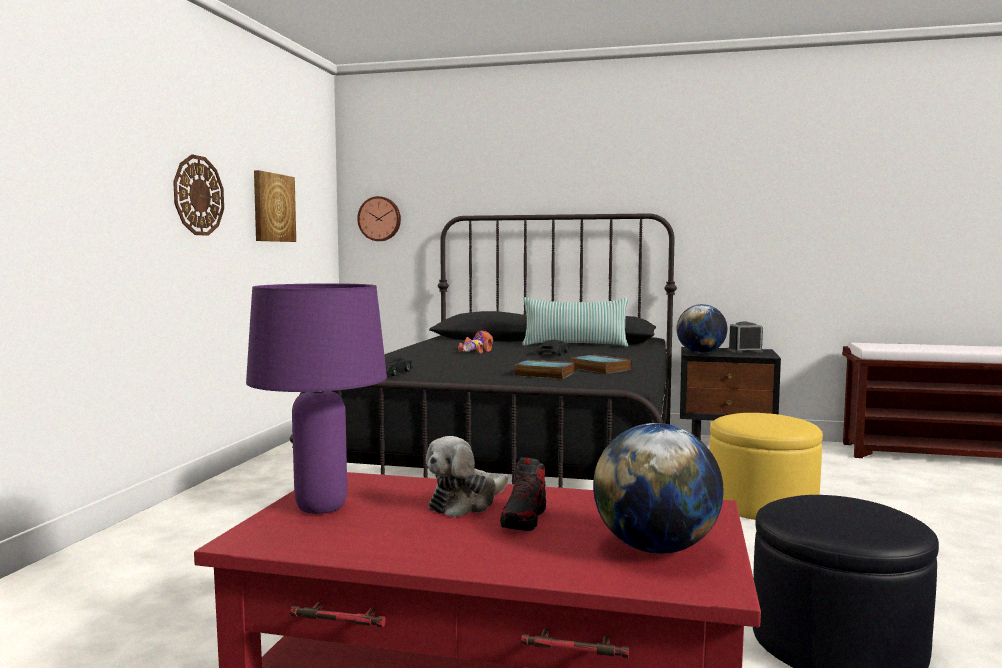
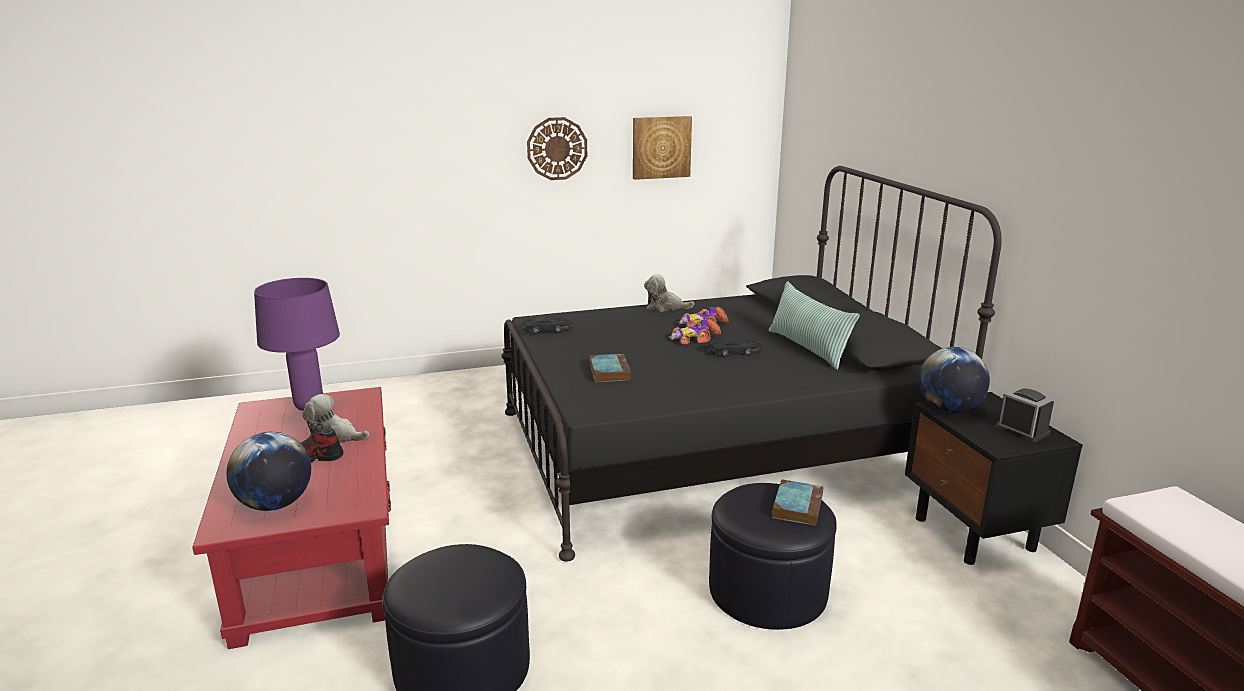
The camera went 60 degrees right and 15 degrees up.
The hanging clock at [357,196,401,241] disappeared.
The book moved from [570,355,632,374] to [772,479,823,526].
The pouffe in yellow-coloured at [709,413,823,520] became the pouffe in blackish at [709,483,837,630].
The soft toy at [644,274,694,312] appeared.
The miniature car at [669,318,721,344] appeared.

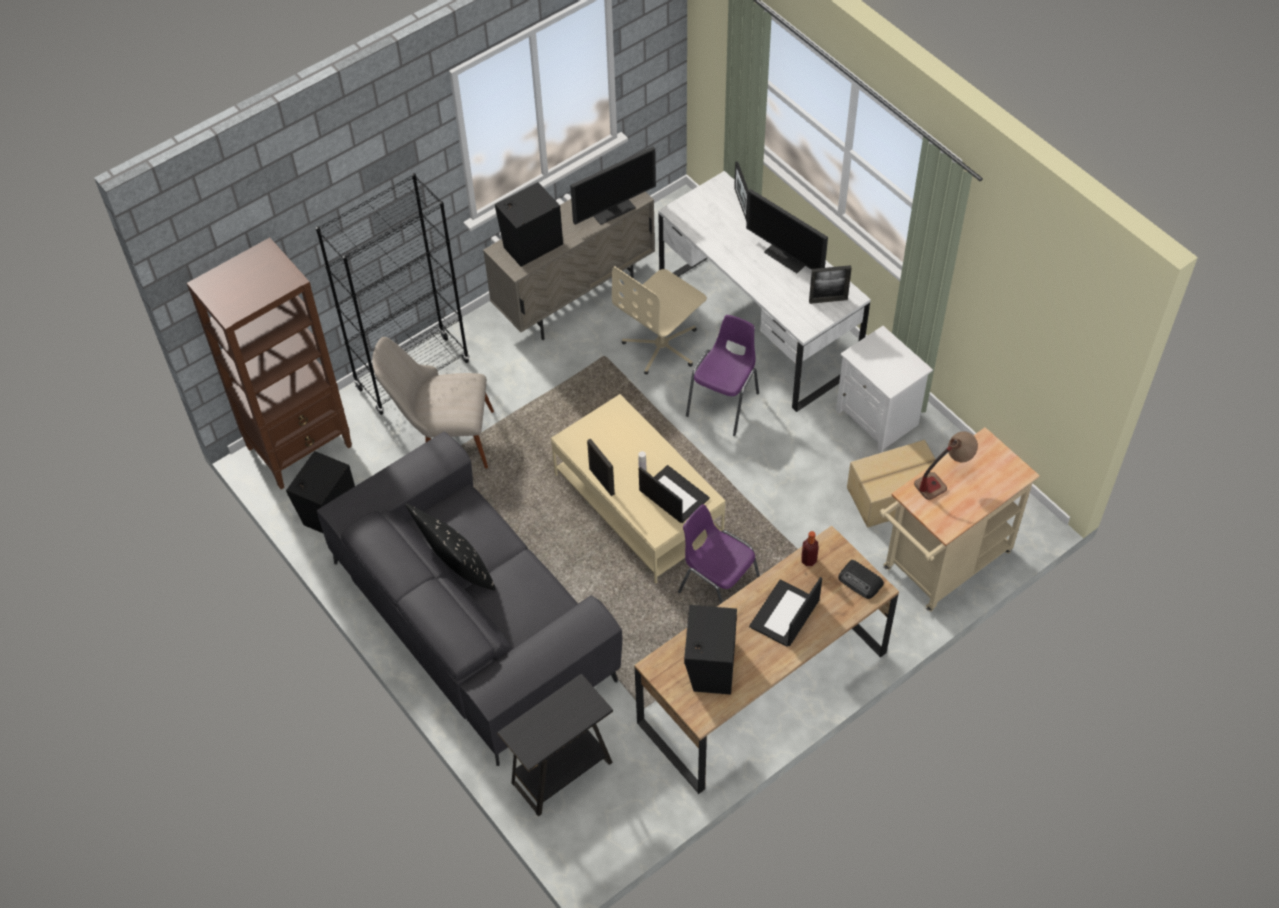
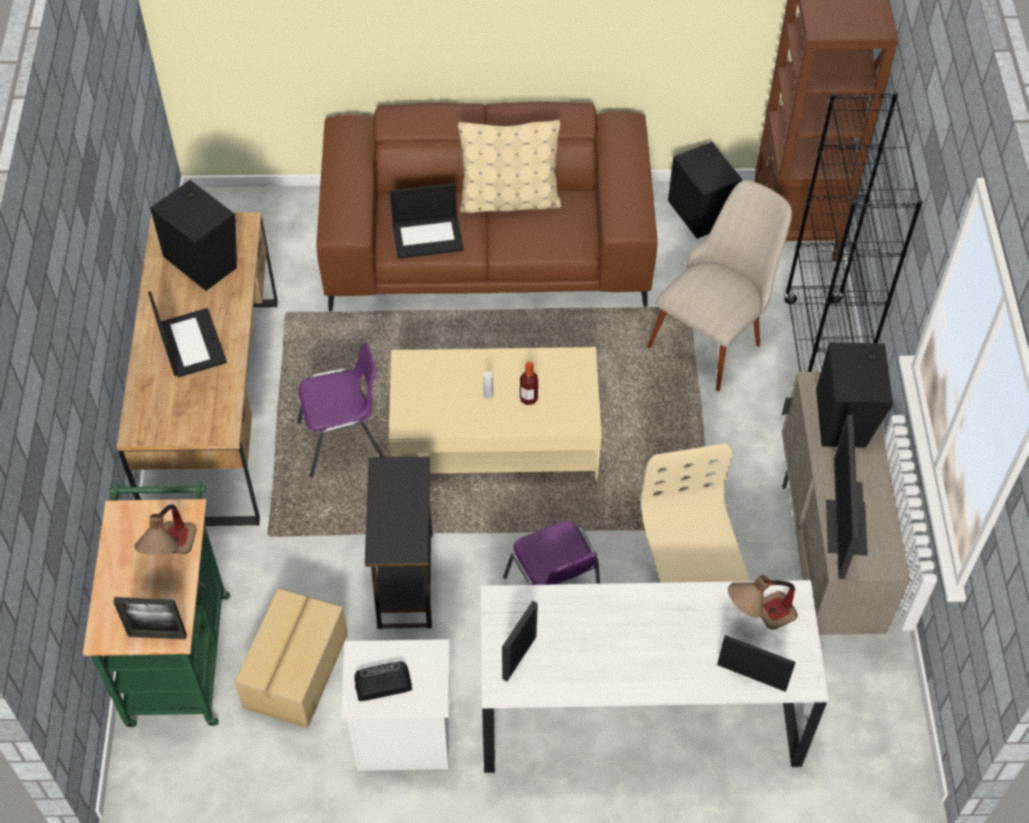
The camera went 125 degrees right and 0 degrees up.
The sofa in grey at [317,432,622,766] became the sofa in brown at [316,102,658,312].
The cushion in blackish at [405,504,496,590] became the cushion in beige-coloured at [458,120,561,213].
The accent table in blackish moved from [497,673,613,816] to [365,456,433,629].
The standing frame moved from [587,438,615,496] to [113,597,187,639].
The portable computer moved from [639,465,710,523] to [390,183,464,259].
The monitor at [746,189,828,273] disappeared.
The bottle moved from [801,531,819,566] to [520,362,538,405].
The radio receiver moved from [838,560,884,599] to [355,661,412,701].
The cart in beige-coloured at [880,427,1040,611] became the cart in greenish at [83,482,230,727].
The lamp for a table at [728,575,798,630] appeared.

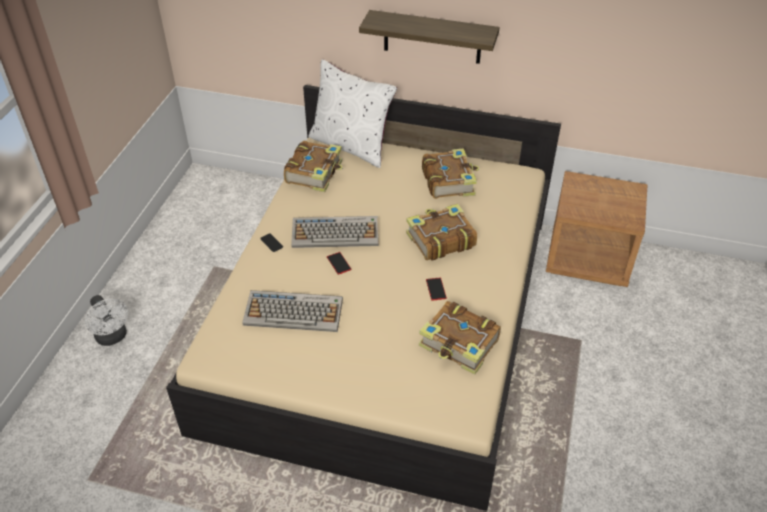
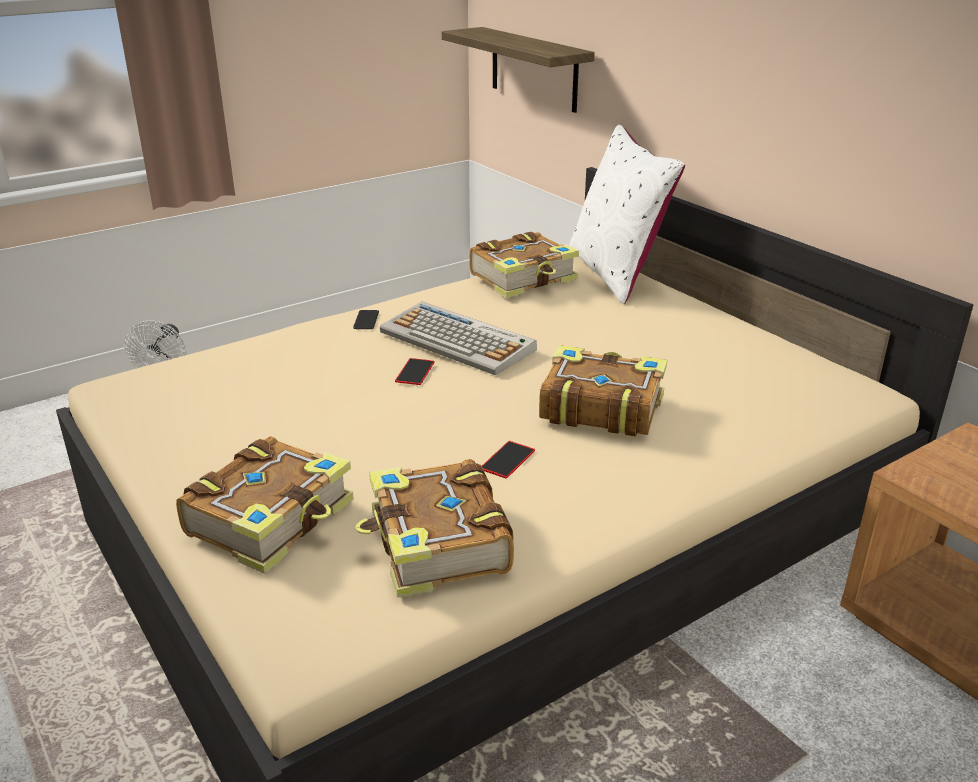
The camera went 40 degrees right and 15 degrees down.
The PC keyboard at [242,290,343,332] disappeared.
The shelf moved from [359,10,500,64] to [442,27,595,113].
The book moved from [422,148,479,199] to [176,436,354,574].

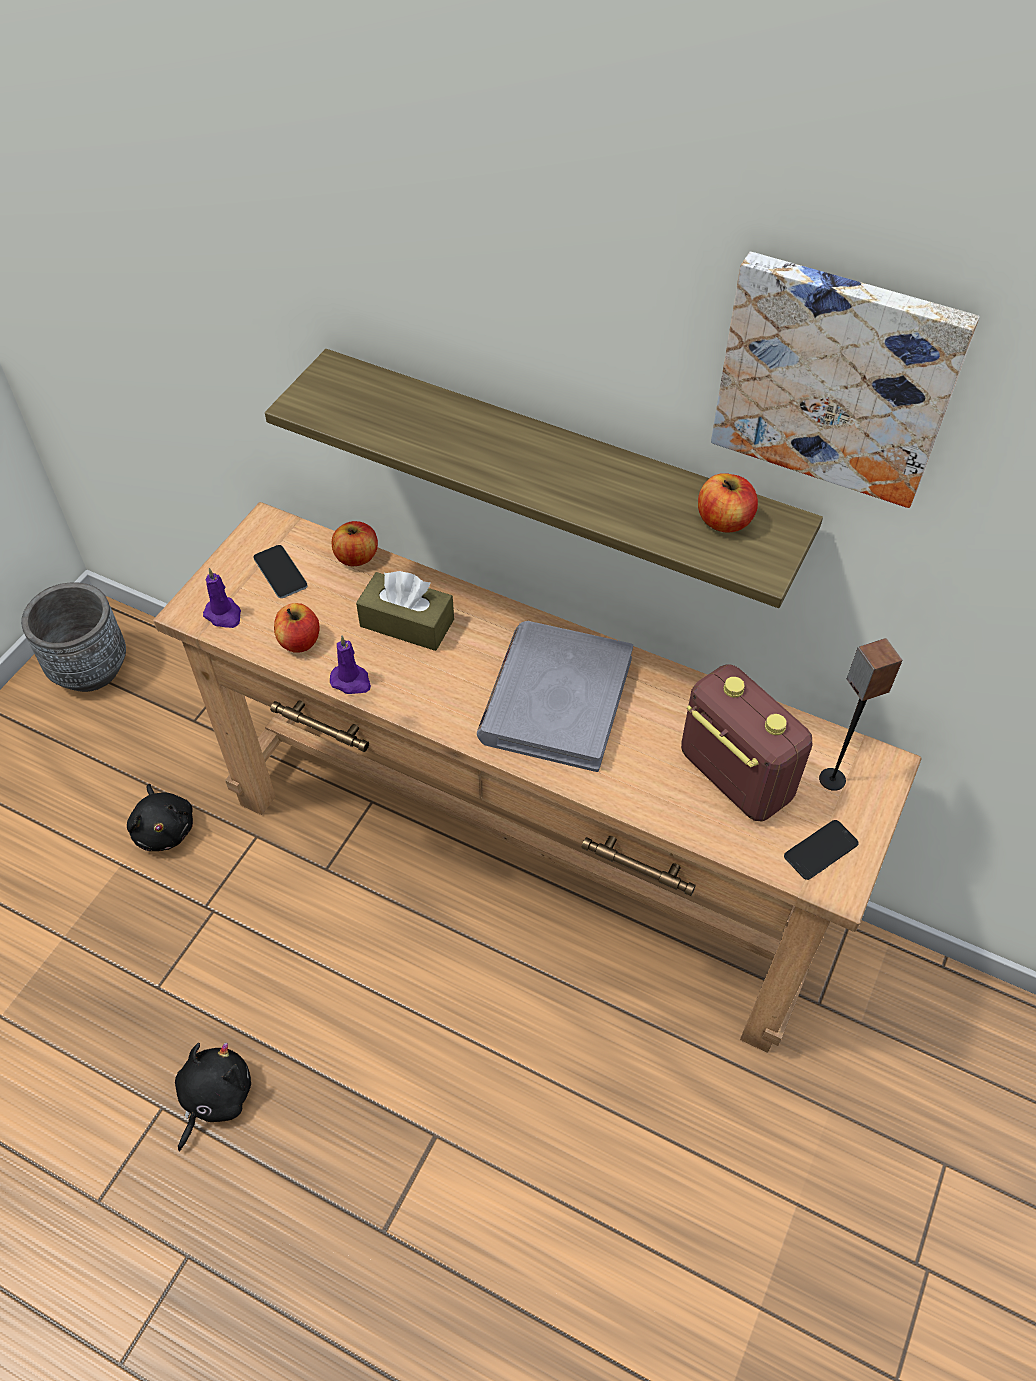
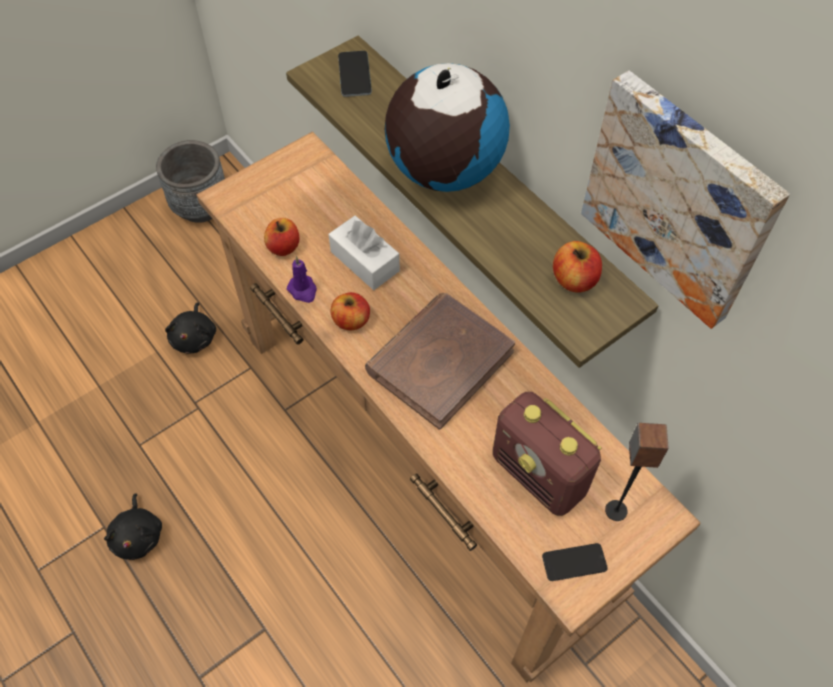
The camera went 25 degrees right and 5 degrees up.
The soft toy in blackish at [175,1042,251,1151] turned 120 degrees clockwise.
The wax candle in purple at [203,568,241,628] disappeared.
The handset moved from [253,545,308,598] to [338,51,372,97].
The apple moved from [331,521,378,566] to [331,292,370,330].
The box of tissues in brown at [356,571,454,651] became the box of tissues in white at [329,216,400,290].
The book in grey at [477,621,633,772] became the book in brown at [365,293,515,430].
The radio receiver at [681,665,812,822] turned 150 degrees clockwise.
The desk globe at [385,63,510,192] appeared.

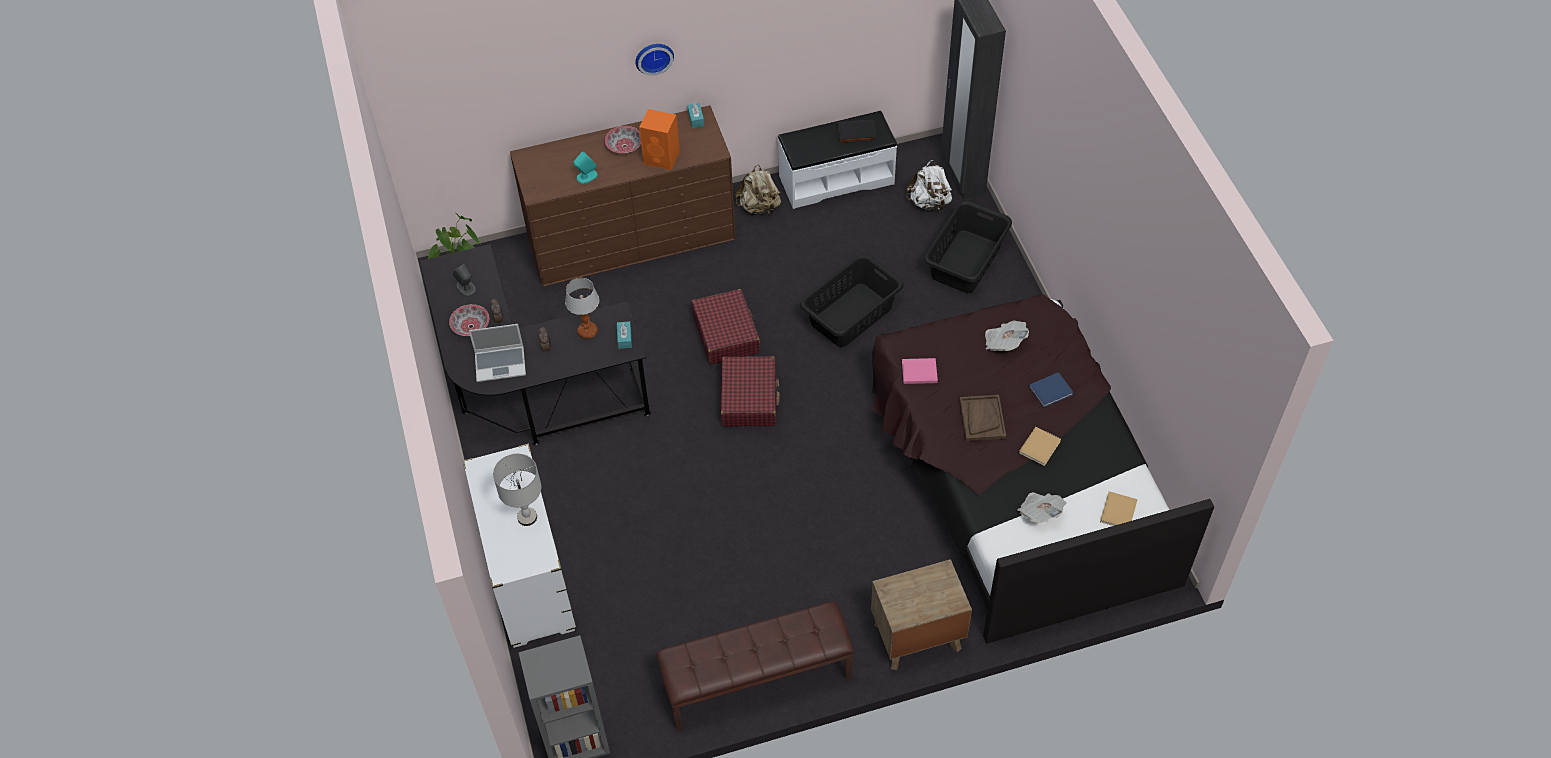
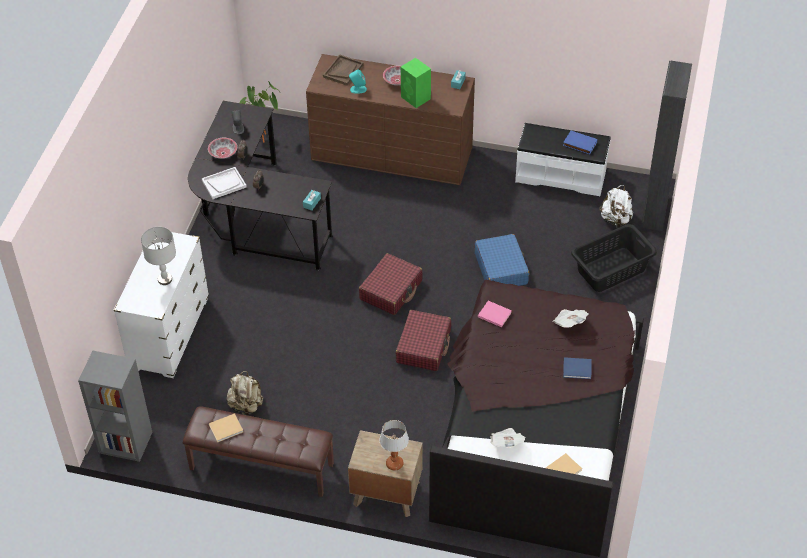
The camera went 30 degrees right and 5 degrees down.
The portable computer at [469,324,526,382] was replaced by the carrying tray in white at [202,167,247,199].
The lamp for a table moved from [565,278,599,339] to [380,420,409,471].
The hanging clock at [636,44,674,76] disappeared.
The speaker in orange at [639,109,680,170] became the speaker in greenish at [401,58,431,108].
The piece of luggage in reddish moved from [691,289,760,365] to [396,310,451,371].
The backpack in beige-coloured moved from [736,165,781,215] to [226,371,263,416].
The washing basket in blackish at [800,254,904,347] was replaced by the piece of luggage in blue-coloured at [475,234,529,286].
The book in blackish at [837,120,876,143] became the book in blue-coloured at [563,131,598,154].
The carrying tray in brown moved from [960,395,1006,441] to [323,54,364,86].
The book in beige-coloured moved from [1019,427,1061,466] to [209,413,243,442].

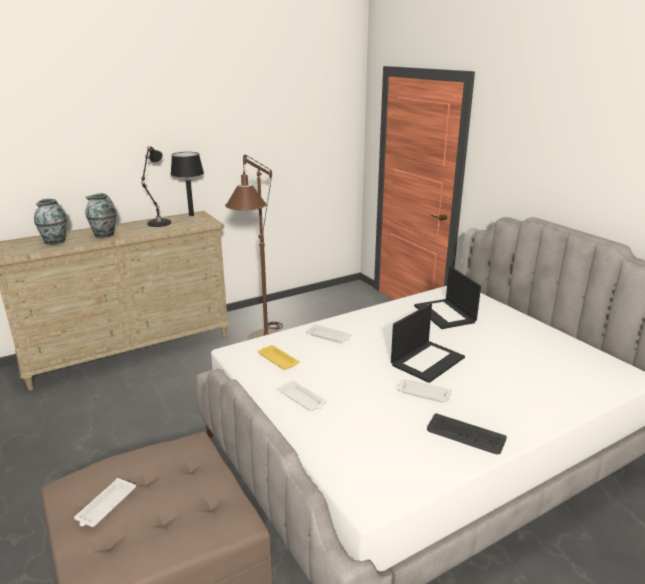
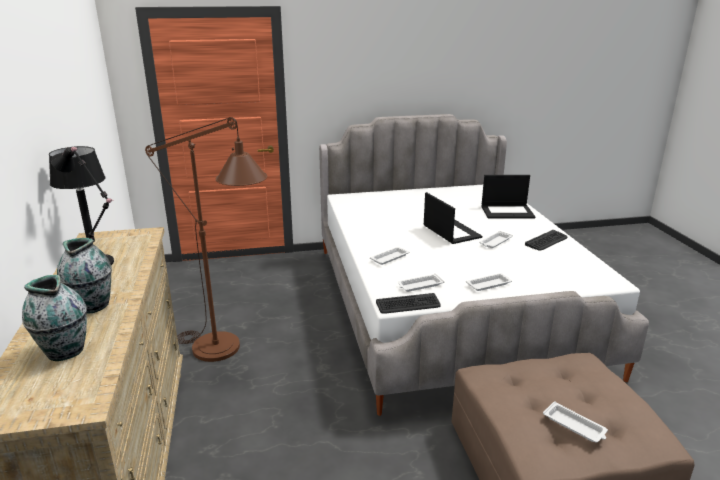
The camera went 70 degrees left and 0 degrees up.
The carrying tray in yellow-coloured at [258,345,300,370] became the carrying tray in white at [398,273,445,292].
The portable computer moved from [414,266,481,329] to [481,175,535,218].
The PC keyboard at [376,293,440,314] appeared.

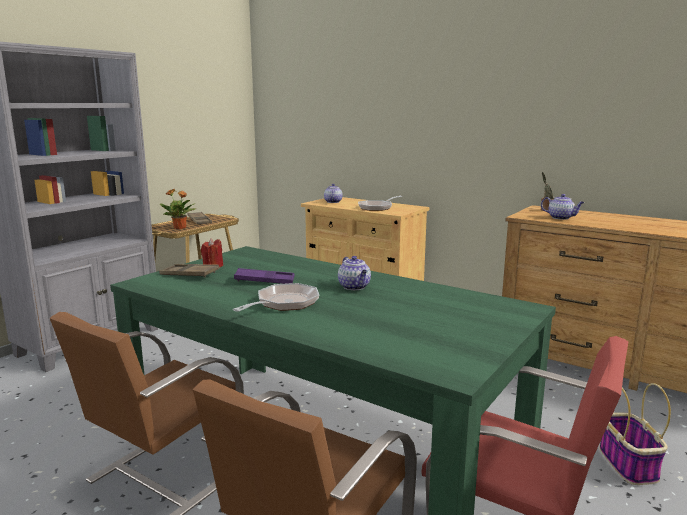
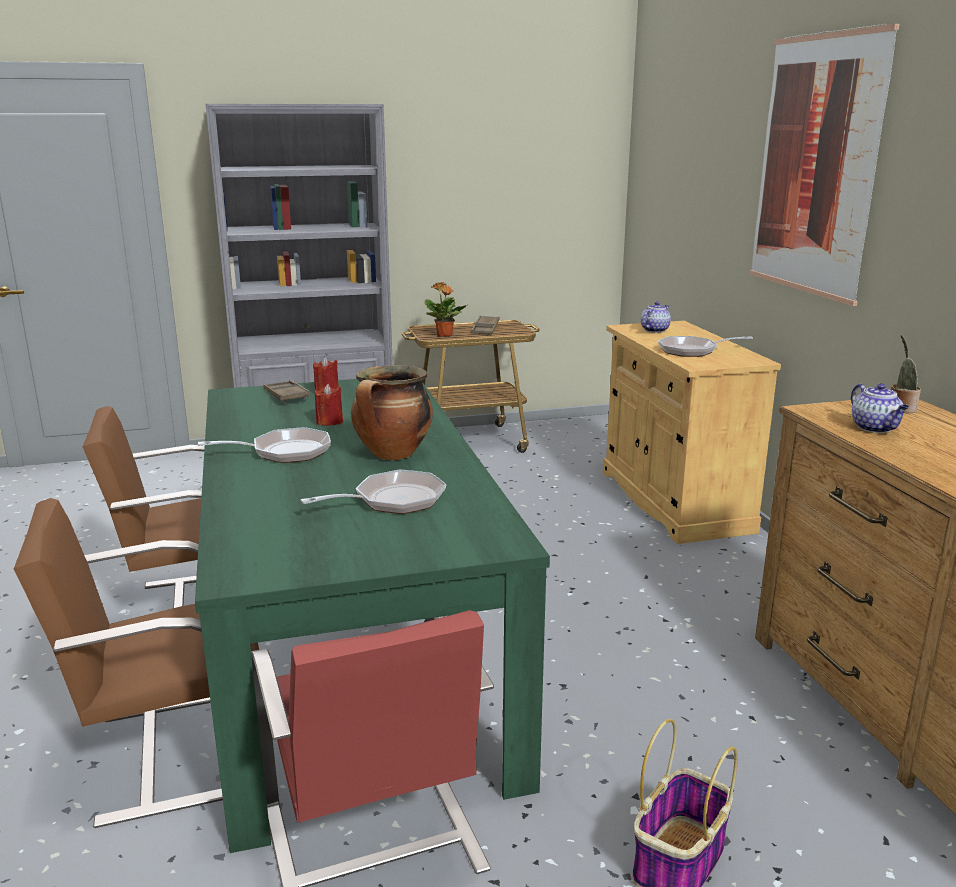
The camera went 40 degrees right and 5 degrees up.
The carrying tray in purple at [234,268,295,284] was replaced by the wax candle in reddish at [315,384,343,426].
The teapot at [338,256,371,290] was replaced by the stockpot at [351,365,433,461].
The skillet at [300,469,447,514] appeared.
The picture at [750,24,900,306] appeared.

